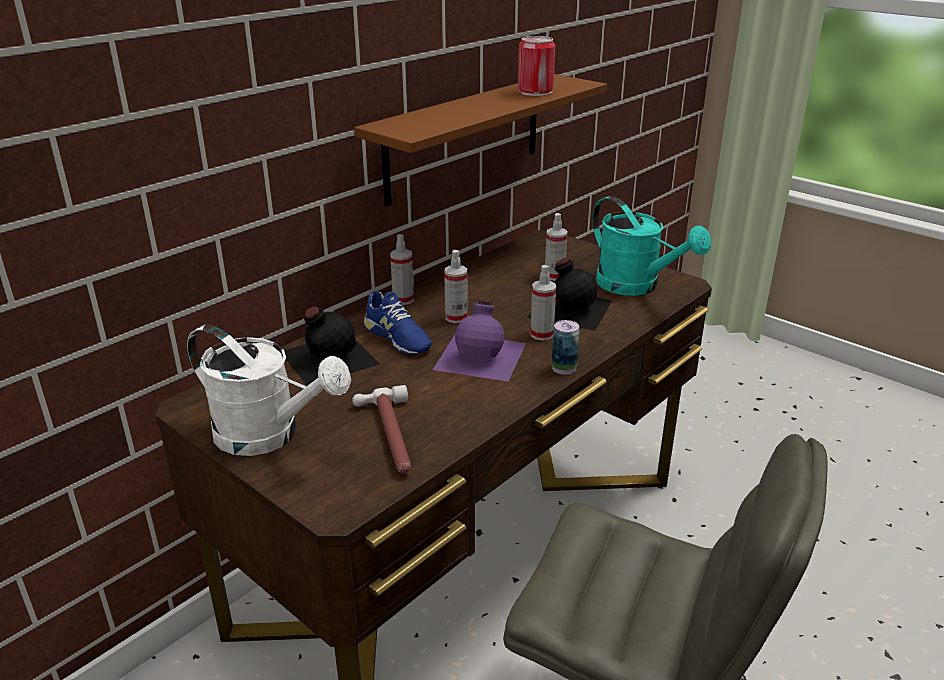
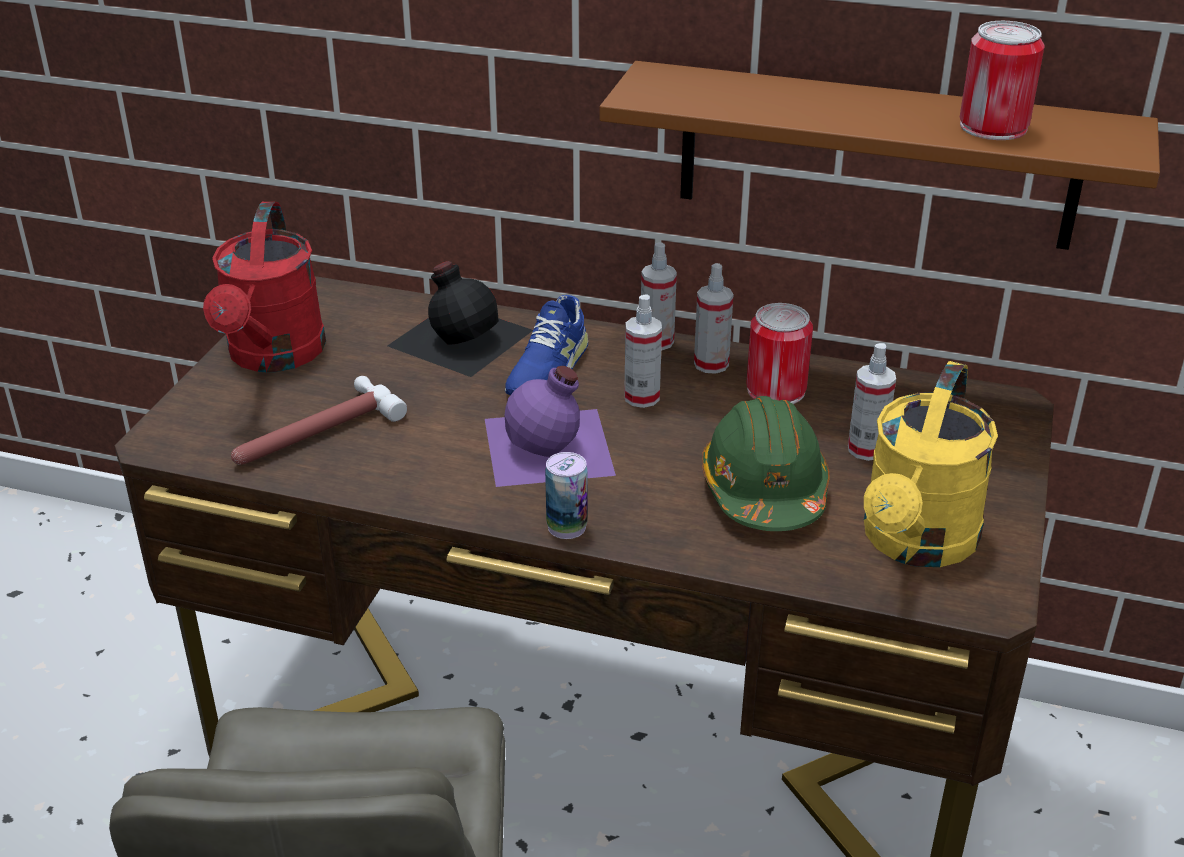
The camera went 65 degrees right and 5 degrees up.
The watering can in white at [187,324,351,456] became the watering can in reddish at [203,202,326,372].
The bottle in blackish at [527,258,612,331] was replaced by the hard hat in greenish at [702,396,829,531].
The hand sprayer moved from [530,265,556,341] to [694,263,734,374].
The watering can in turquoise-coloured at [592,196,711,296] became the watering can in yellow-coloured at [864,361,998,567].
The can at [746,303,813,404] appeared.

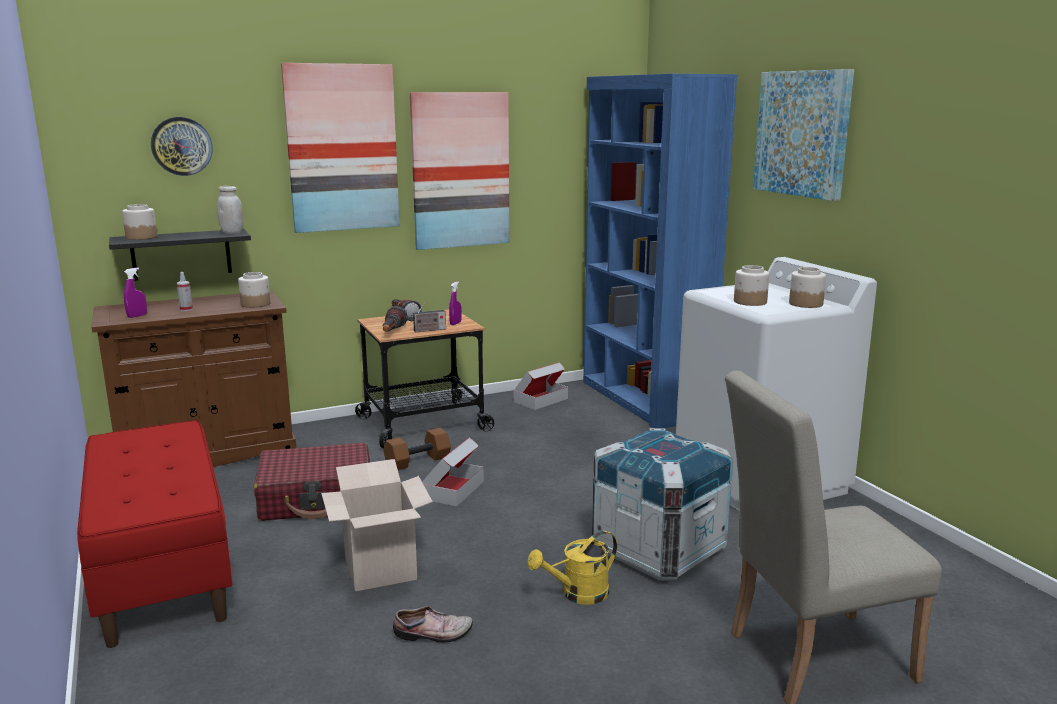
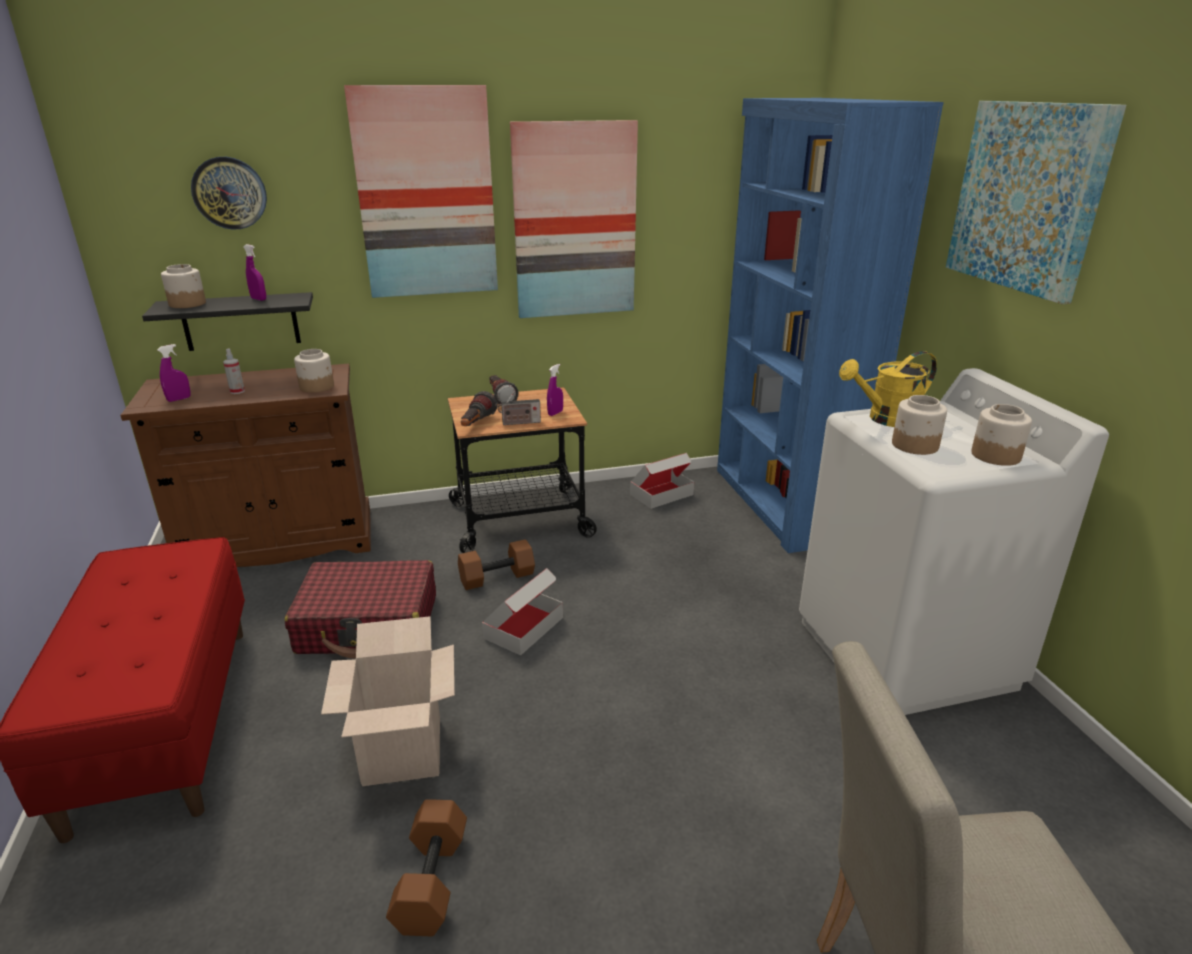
The camera went 10 degrees right and 10 degrees up.
The preserve jar in white at [217,186,243,234] disappeared.
The low shoe at [393,606,473,643] was replaced by the hand weight in brown at [386,799,467,936].
The watering can in yellow-coloured moved from [527,531,617,605] to [839,351,937,427].
The shipping crate at [592,428,733,580] disappeared.
The hand sprayer in purple at [243,244,266,301] appeared.

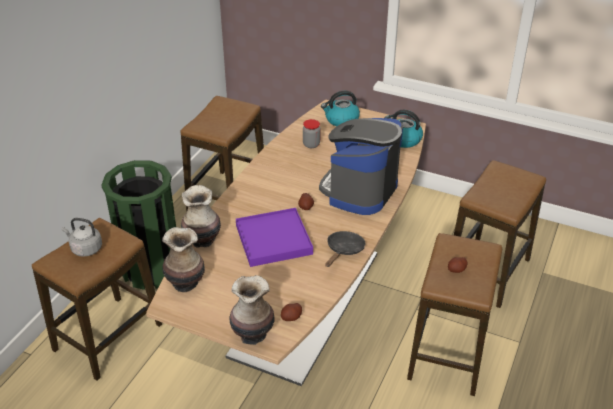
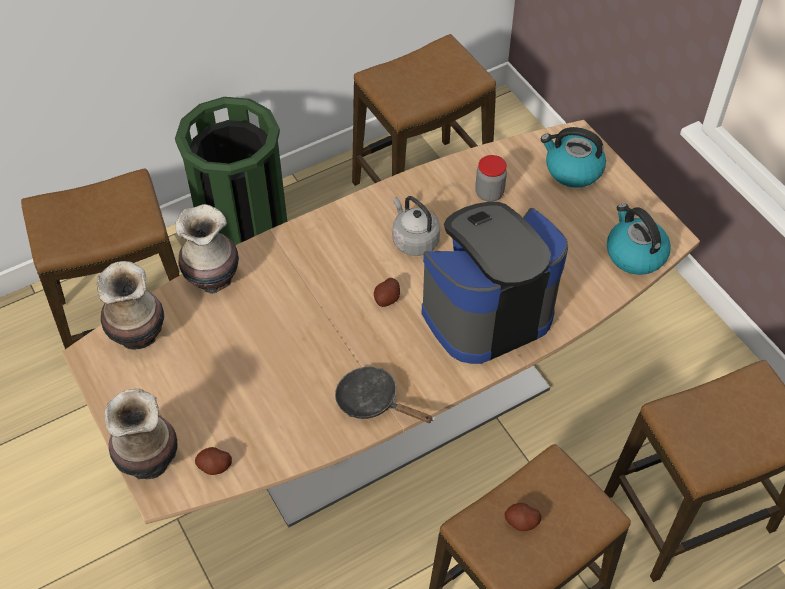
The camera went 35 degrees right and 15 degrees up.
The kettle in grey moved from [62,218,102,257] to [392,196,440,256].
The carrying tray in purple at [236,208,313,267] disappeared.
The skillet in blackish at [325,231,365,267] turned 120 degrees counterclockwise.

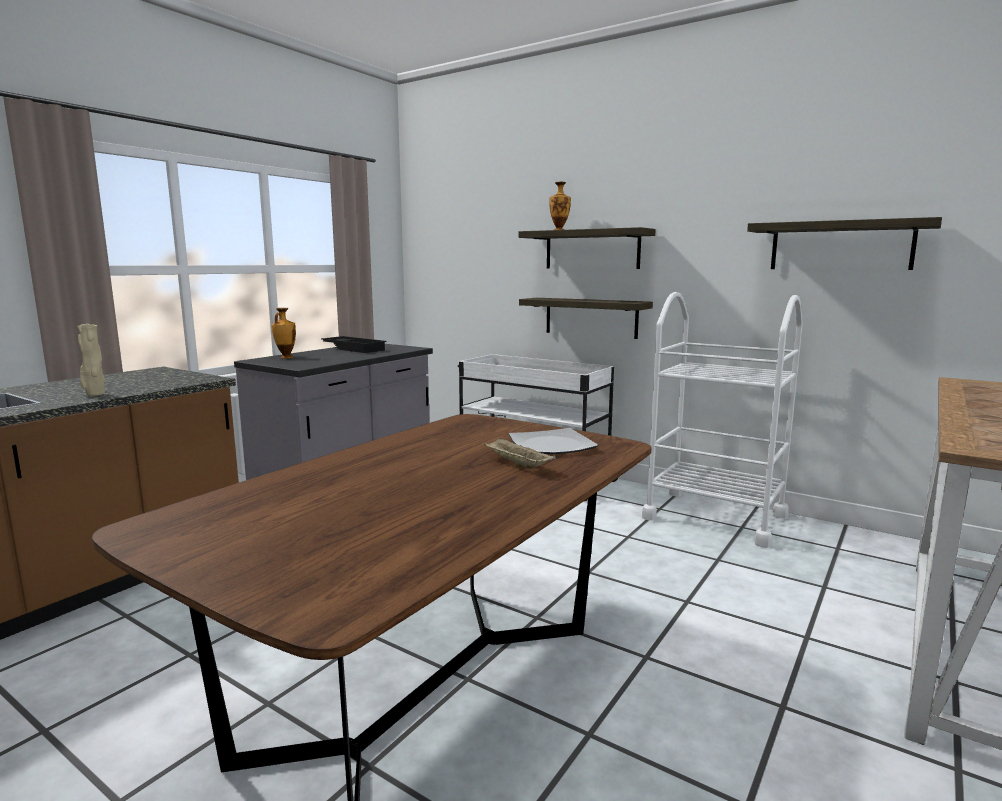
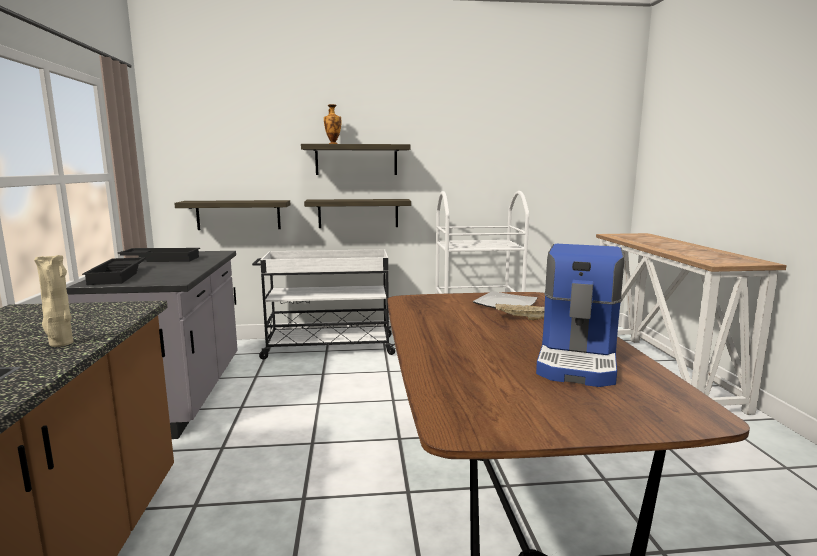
The camera went 40 degrees left and 0 degrees up.
The decorative vase at [271,308,296,358] was replaced by the carrying tray in blackish at [82,257,146,285].
The shelf moved from [747,217,942,270] to [174,200,290,230].
The coffee machine at [536,244,624,387] appeared.

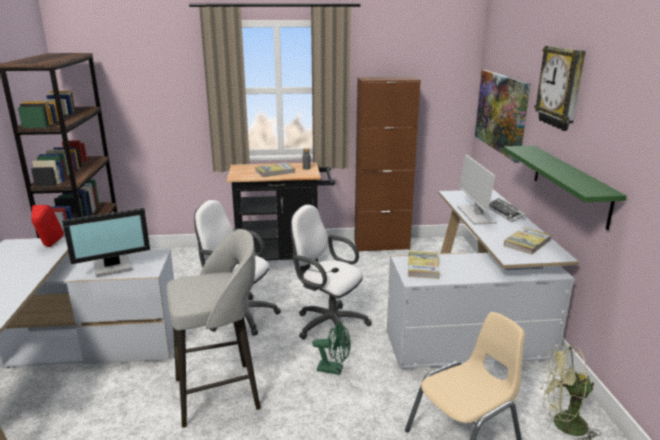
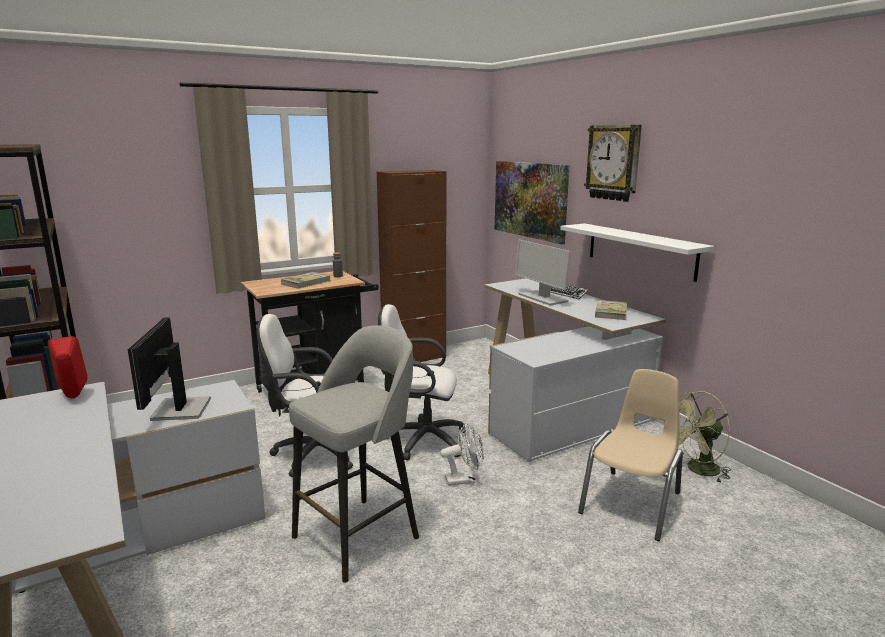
The camera went 25 degrees left and 5 degrees down.
The monitor at [62,208,150,277] turned 135 degrees clockwise.
The fan in greenish at [313,322,351,375] became the fan in white at [440,423,484,486].
The book at [408,251,440,279] disappeared.
The shelf in greenish at [503,146,627,230] became the shelf in white at [560,223,714,282].

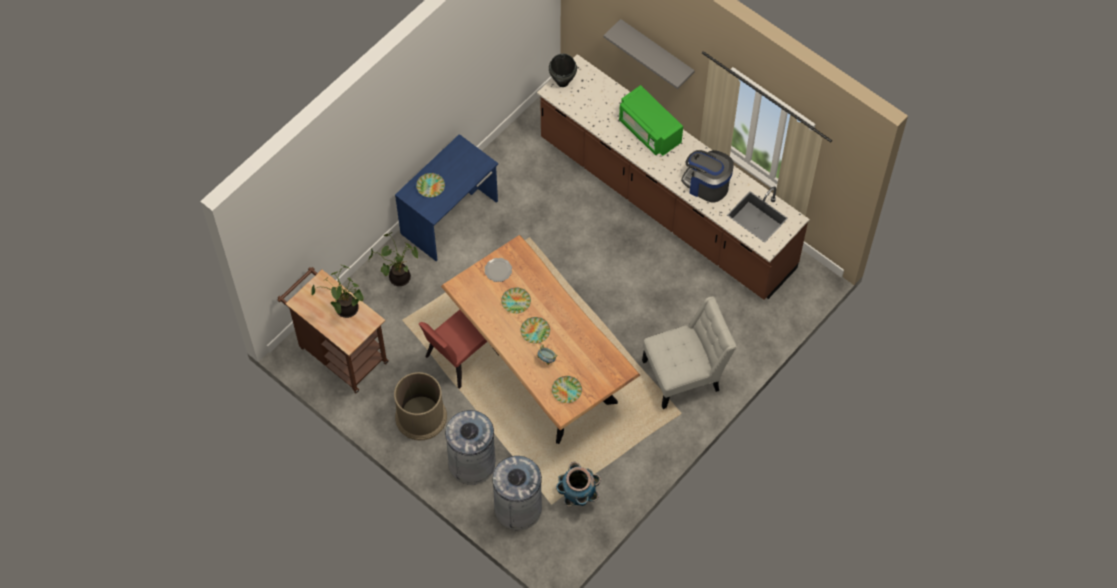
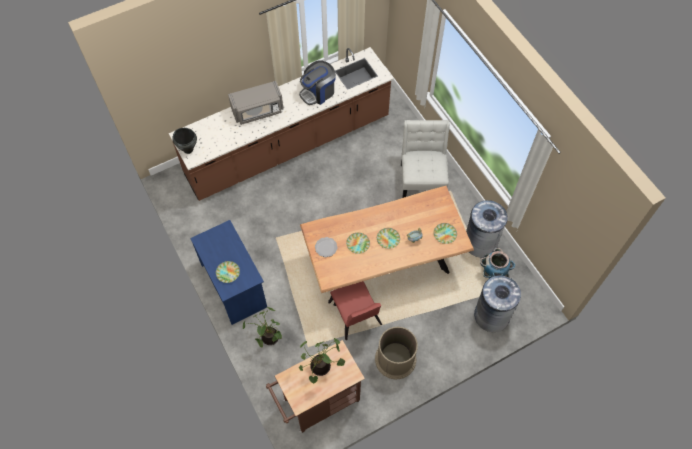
The camera went 70 degrees left and 0 degrees up.
The trash can in grey moved from [445,410,495,485] to [466,200,508,258].
The shelf in grey at [604,19,695,89] disappeared.
The microwave oven in greenish at [619,85,683,156] became the microwave oven in grey at [228,81,283,125].

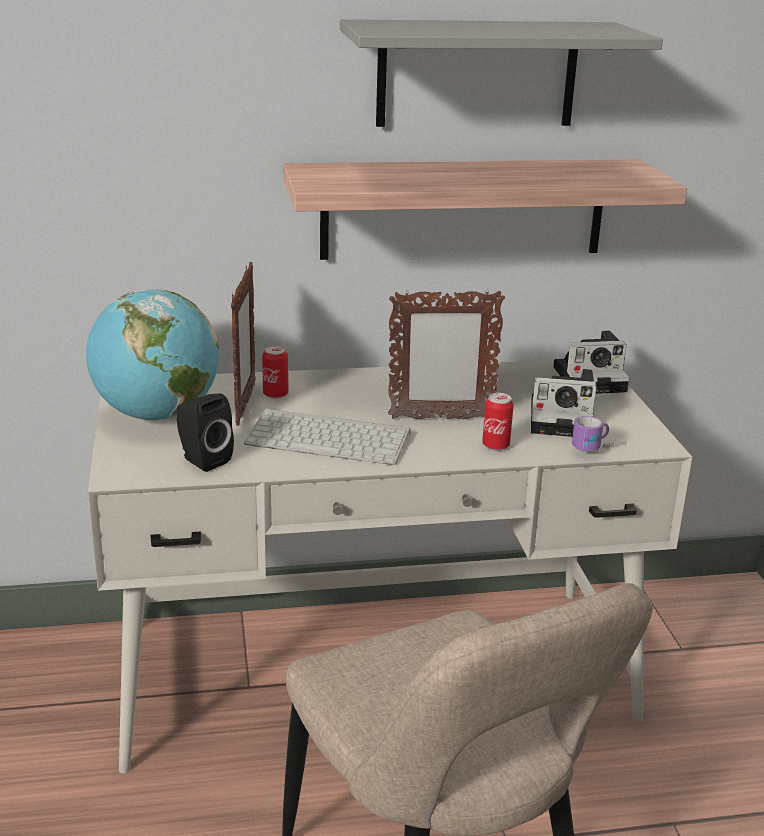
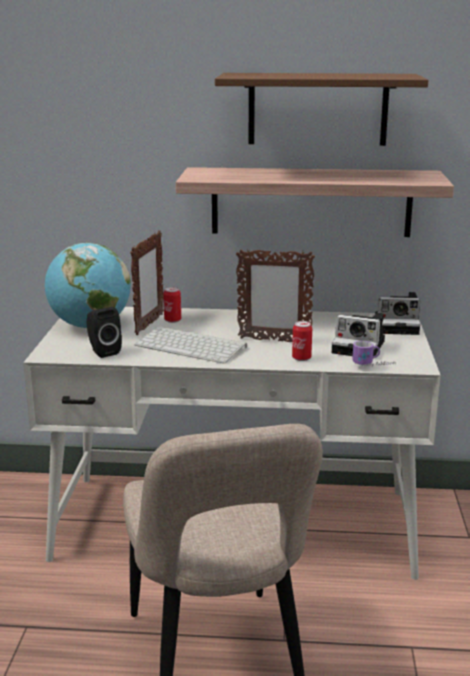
The camera went 15 degrees right and 5 degrees down.
The shelf in grey at [340,19,663,127] became the shelf in brown at [215,73,428,146].

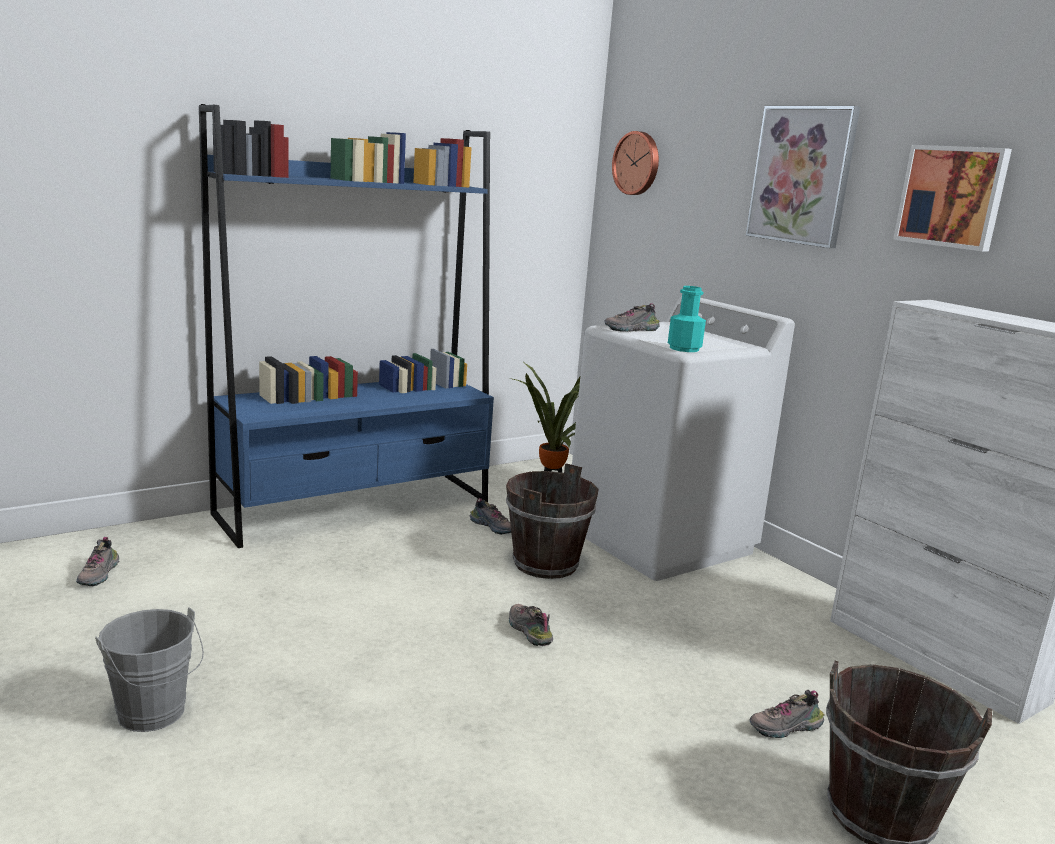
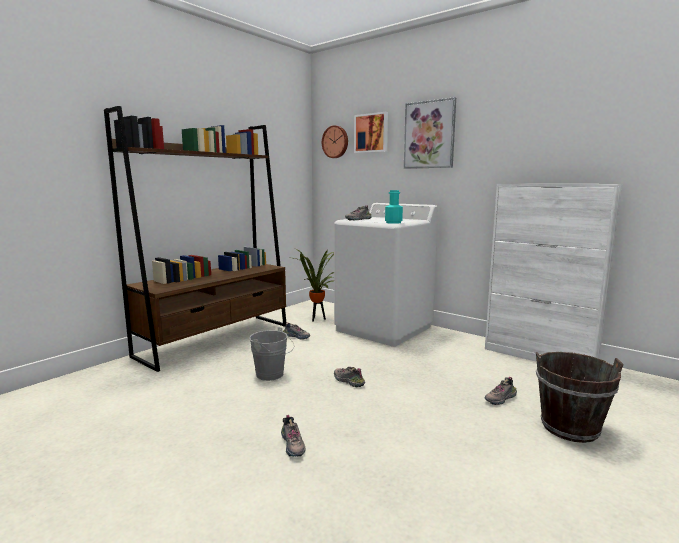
The camera went 15 degrees left and 5 degrees down.
The low shoe moved from [76,537,119,586] to [281,415,306,457].
The pail in grey moved from [95,607,204,732] to [249,327,294,381].
The bookshelf in blue-coloured at [199,104,494,548] became the bookshelf in brown at [104,106,287,372].
The pail in brown at [506,463,599,579] disappeared.
The picture moved from [893,145,1012,252] to [354,112,388,153].

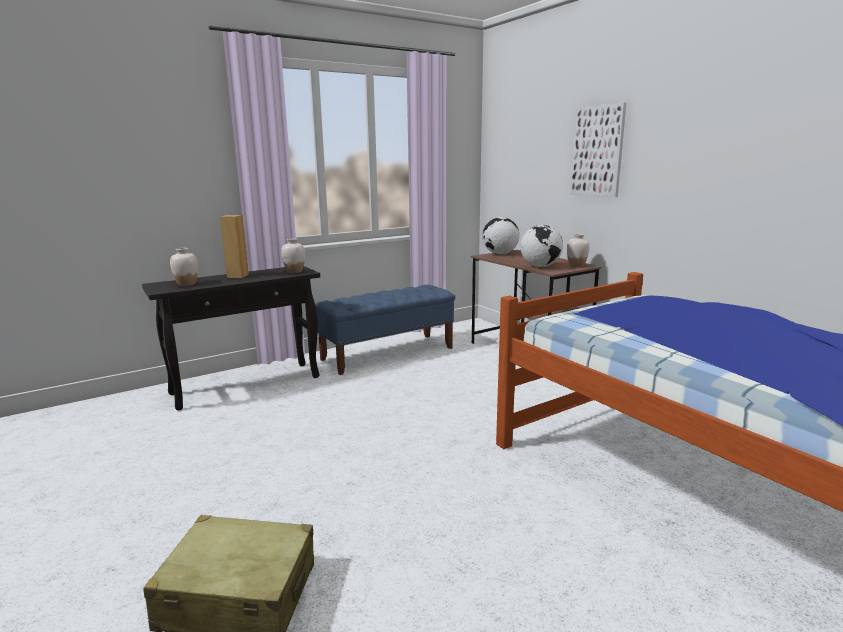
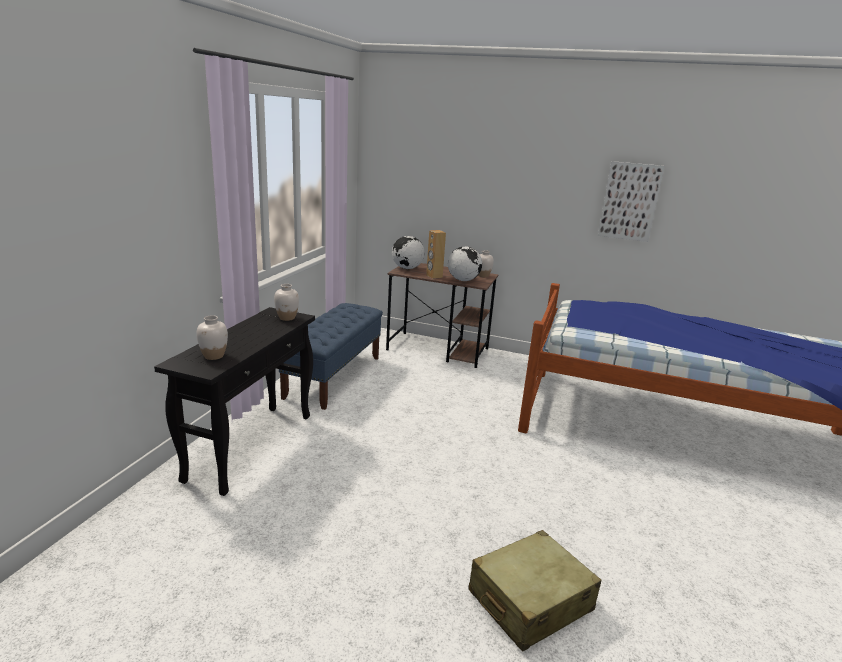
The camera went 40 degrees left and 5 degrees up.
The speaker in brown moved from [220,215,249,278] to [426,230,446,279].
The picture moved from [570,102,626,197] to [598,161,665,242].

